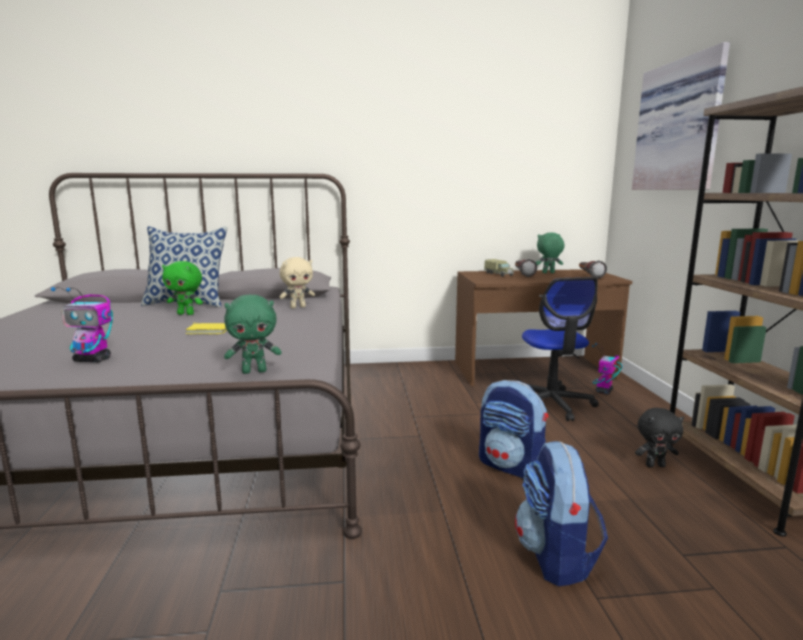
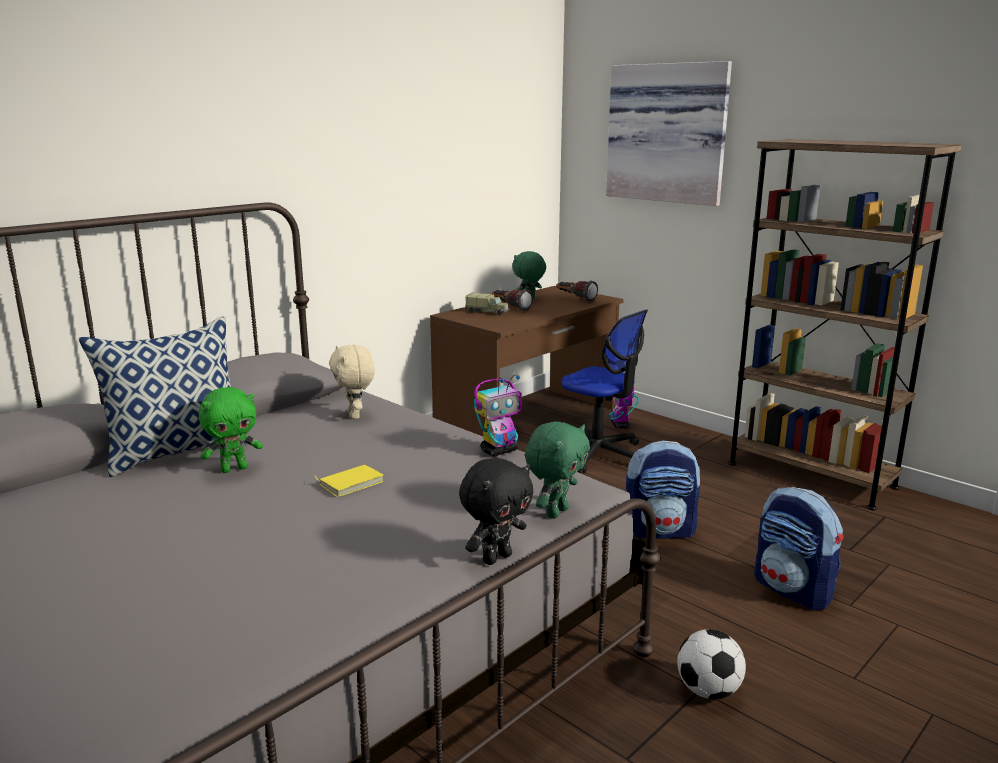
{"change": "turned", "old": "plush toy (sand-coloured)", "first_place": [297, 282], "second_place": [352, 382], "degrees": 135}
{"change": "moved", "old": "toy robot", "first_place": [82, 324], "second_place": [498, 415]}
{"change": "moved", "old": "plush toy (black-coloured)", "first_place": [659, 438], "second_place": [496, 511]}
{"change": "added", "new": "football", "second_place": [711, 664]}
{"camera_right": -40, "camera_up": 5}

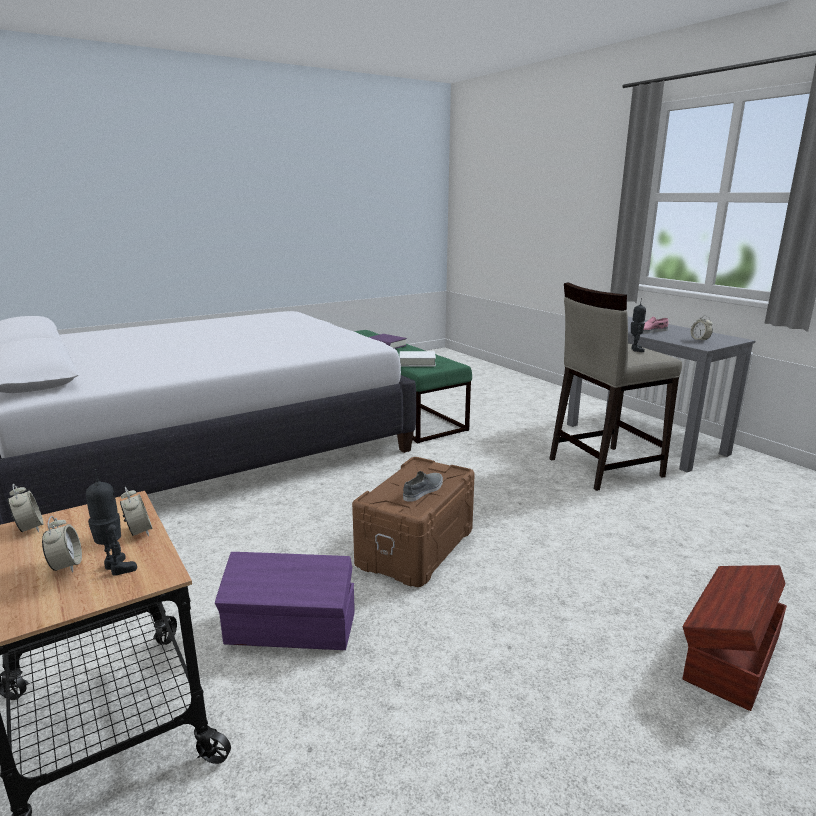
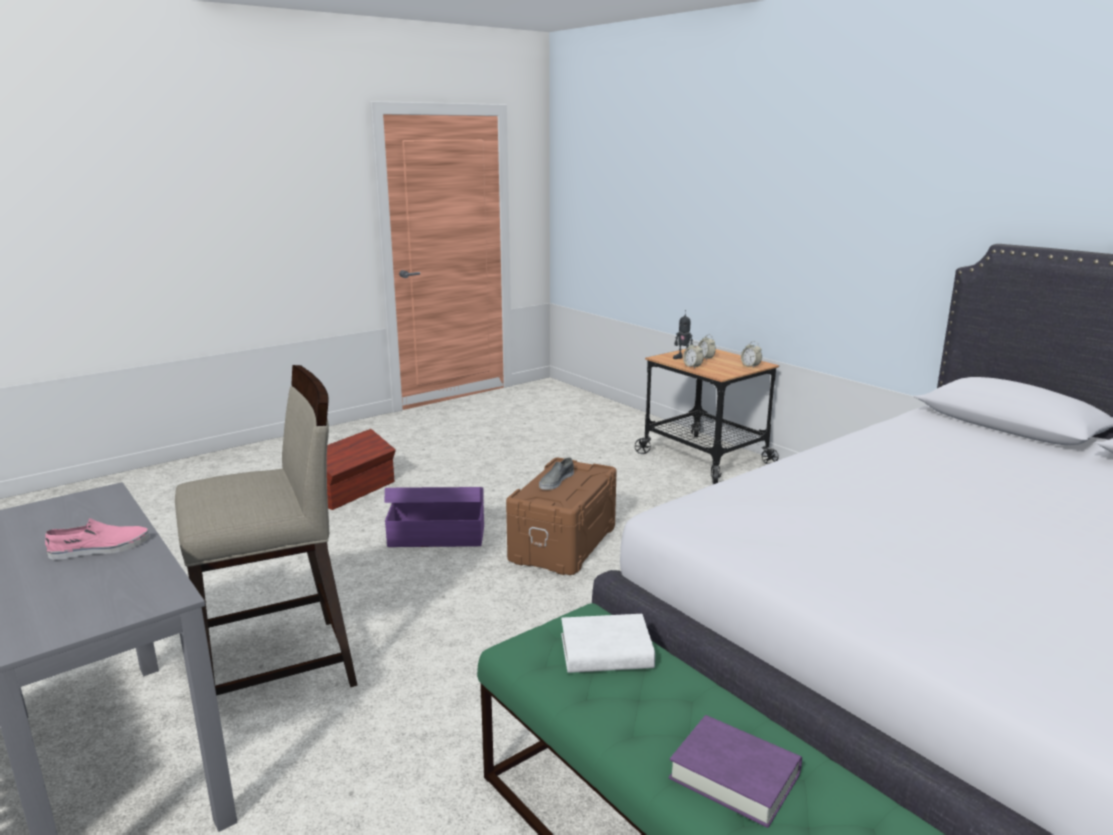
{"change": "removed", "old": "toy robot", "first_place": [638, 325]}
{"change": "removed", "old": "bedside clock", "first_place": [702, 329]}
{"change": "moved", "old": "storage box (purple-coloured)", "first_place": [285, 601], "second_place": [434, 517]}
{"camera_right": 175, "camera_up": 0}

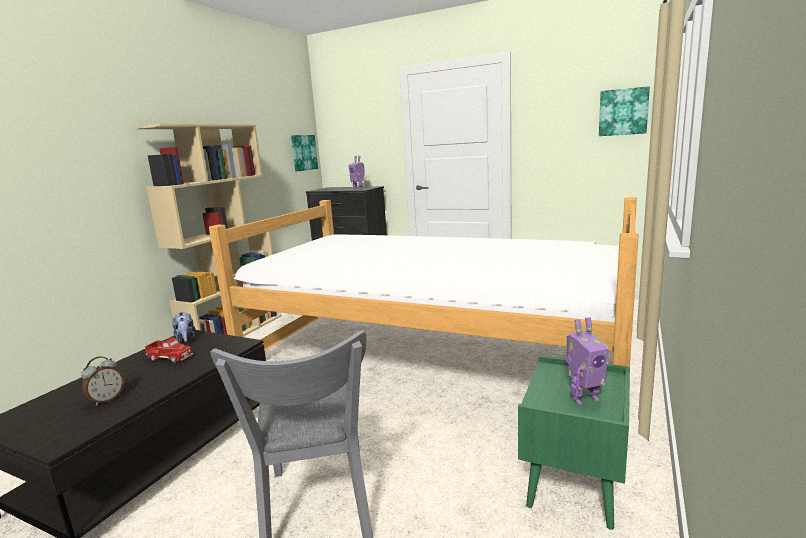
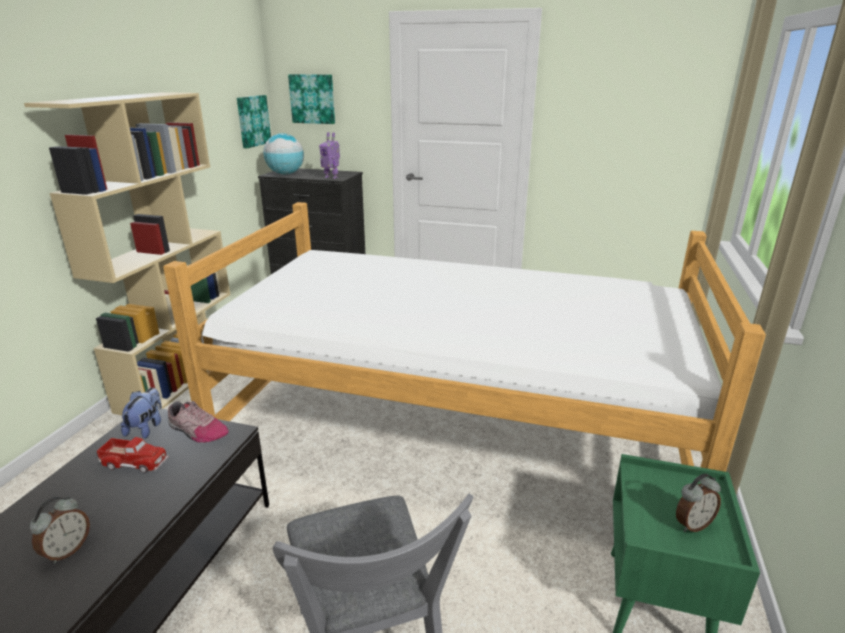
{"change": "moved", "old": "picture", "first_place": [624, 111], "second_place": [311, 99]}
{"change": "turned", "old": "plush toy", "first_place": [184, 327], "second_place": [141, 413], "degrees": -135}
{"change": "replaced", "old": "toy robot", "new": "bedside clock", "first_place": [587, 361], "second_place": [698, 503]}
{"change": "added", "new": "desk globe", "second_place": [283, 154]}
{"change": "added", "new": "item of footwear", "second_place": [198, 421]}
{"camera_right": -10, "camera_up": 10}

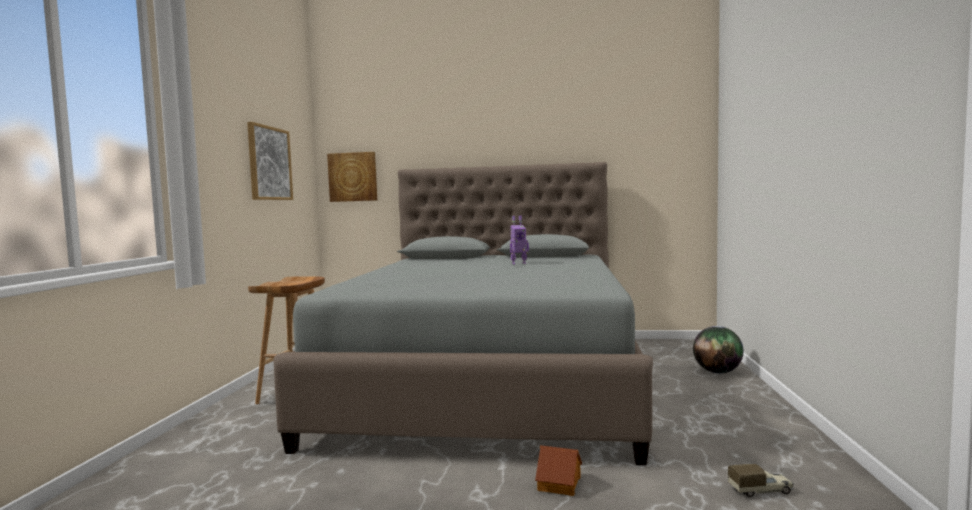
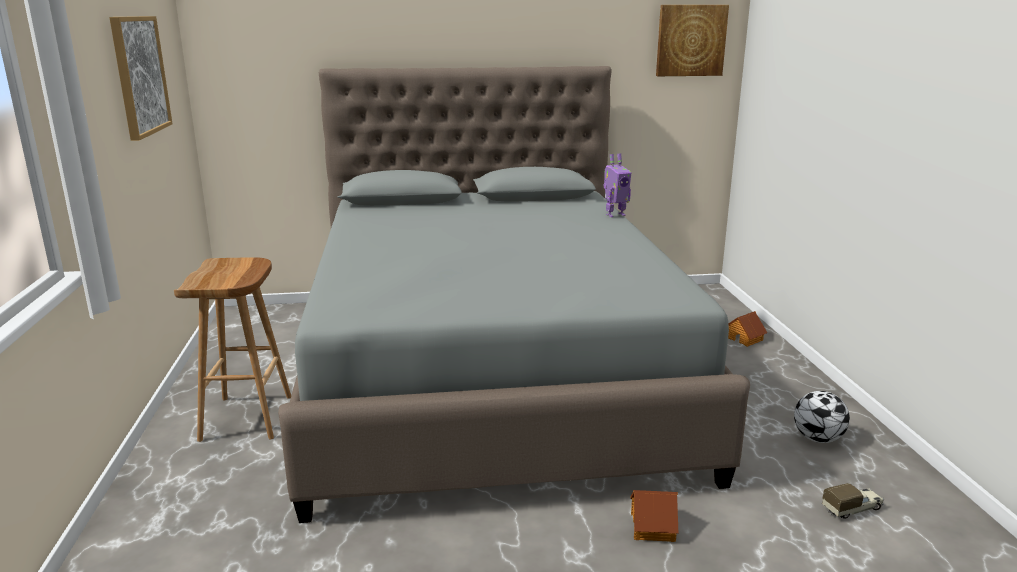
{"change": "moved", "old": "picture", "first_place": [352, 177], "second_place": [692, 40]}
{"change": "moved", "old": "toy robot", "first_place": [519, 240], "second_place": [617, 185]}
{"change": "replaced", "old": "desk globe", "new": "miniature house", "first_place": [718, 349], "second_place": [748, 329]}
{"change": "added", "new": "football", "second_place": [822, 417]}
{"camera_right": -15, "camera_up": 15}

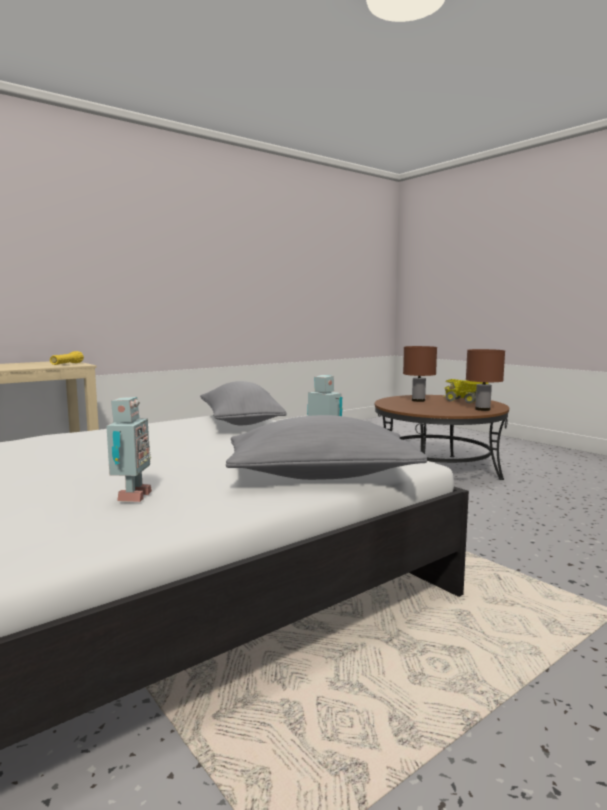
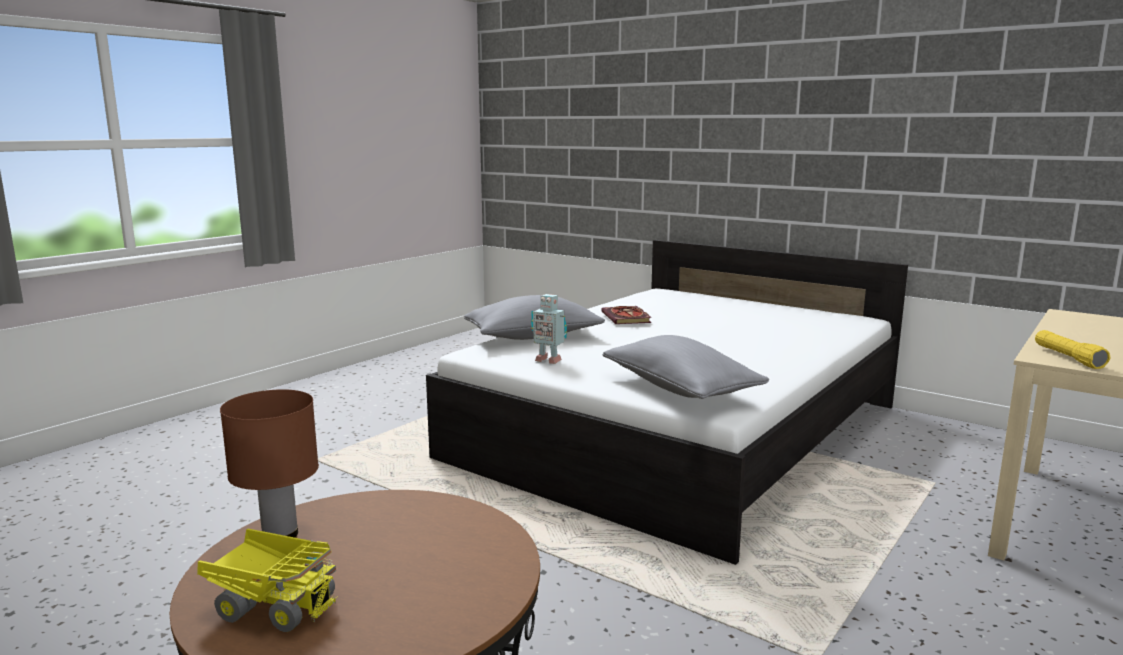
{"change": "removed", "old": "lamp for a table (brown-coloured)", "first_place": [420, 374]}
{"change": "replaced", "old": "toy robot", "new": "bound book", "first_place": [129, 449], "second_place": [626, 315]}
{"camera_right": 165, "camera_up": 5}

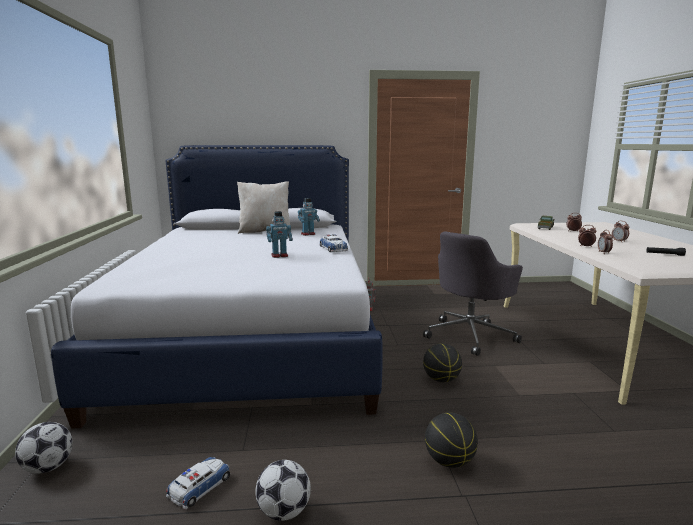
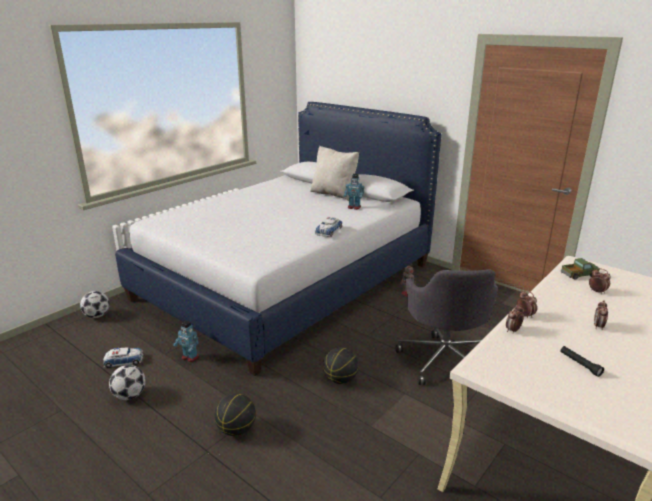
{"change": "moved", "old": "toy robot", "first_place": [279, 234], "second_place": [186, 341]}
{"change": "turned", "old": "office chair (gray)", "first_place": [473, 294], "second_place": [447, 327], "degrees": -90}
{"camera_right": 45, "camera_up": 10}

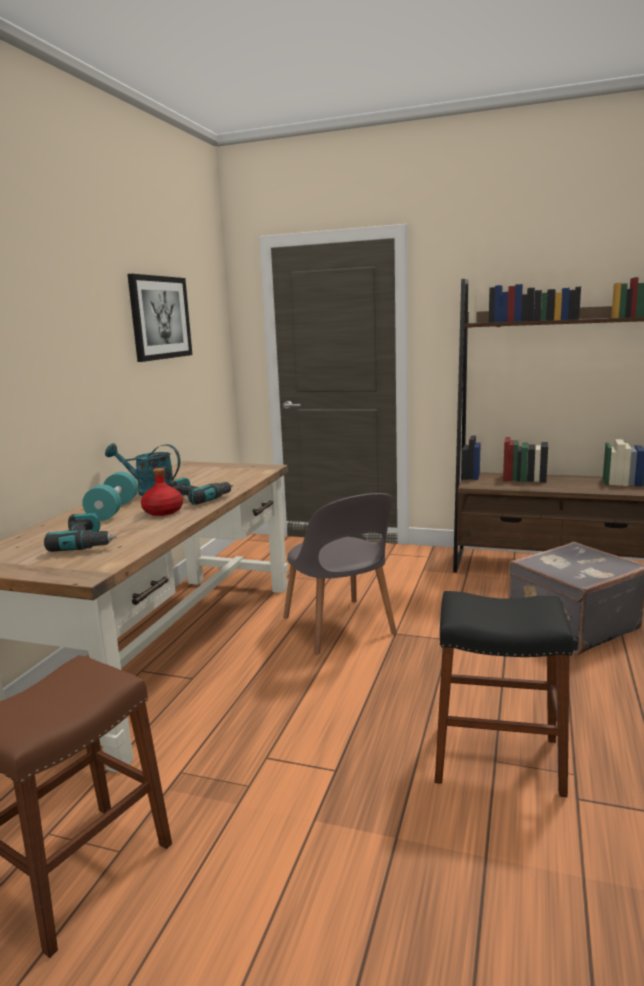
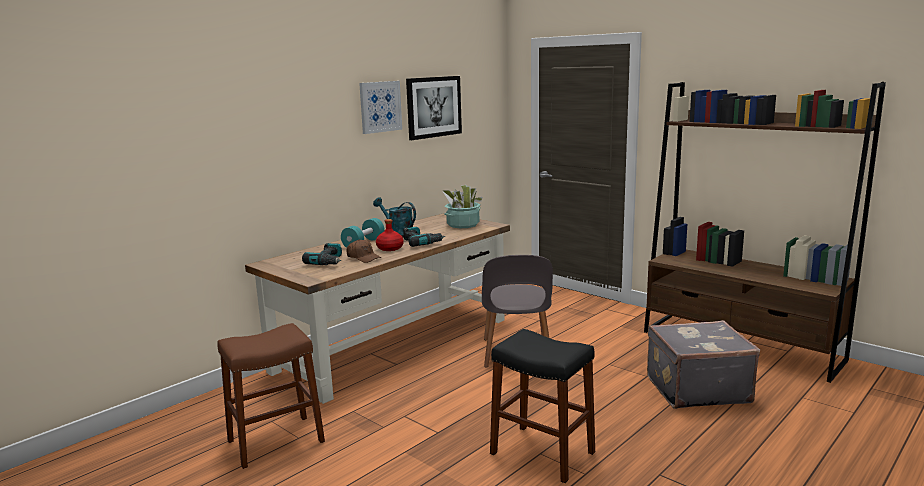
{"change": "added", "new": "picture", "second_place": [380, 107]}
{"change": "added", "new": "potted plant", "second_place": [462, 206]}
{"change": "added", "new": "peaked cap (brown-coloured)", "second_place": [364, 251]}
{"camera_right": 25, "camera_up": 0}

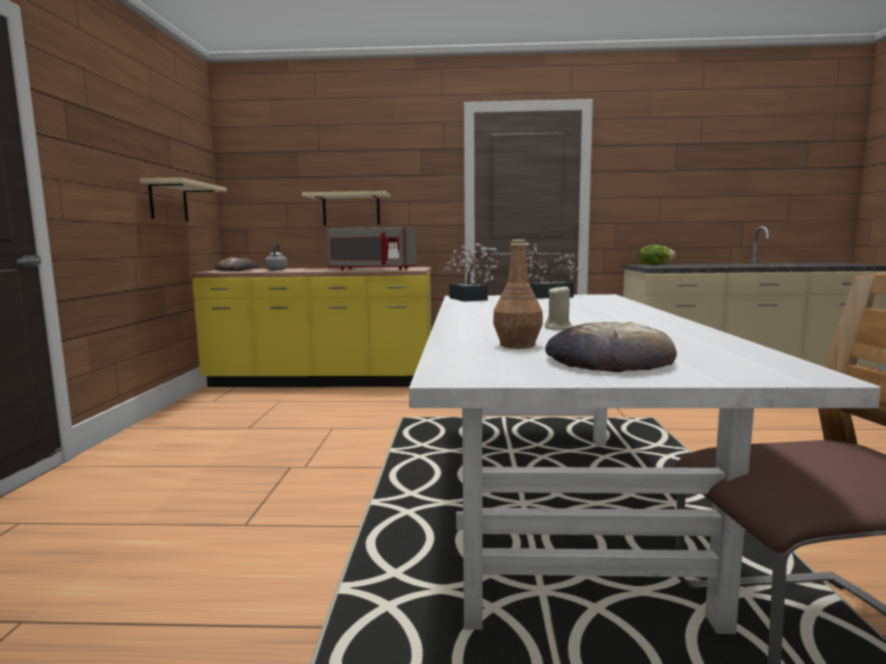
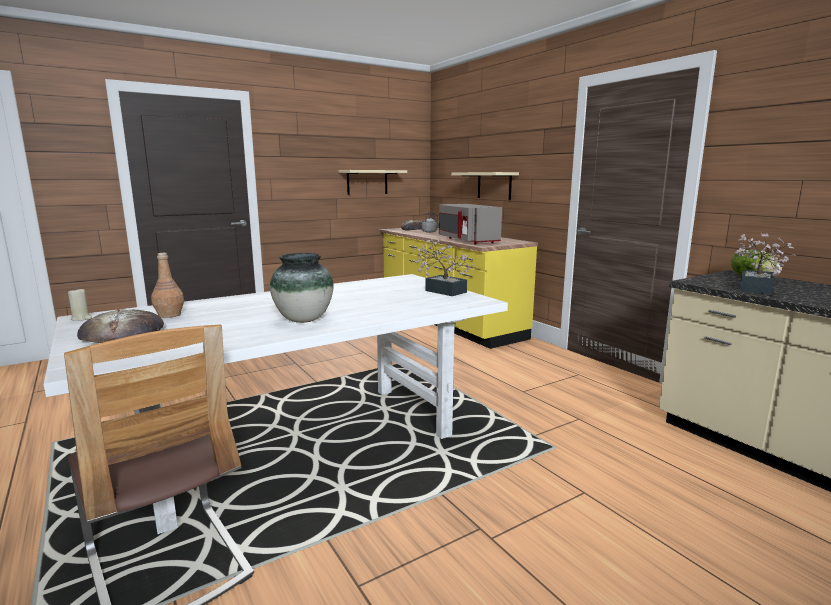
{"change": "moved", "old": "potted plant", "first_place": [471, 272], "second_place": [764, 264]}
{"change": "moved", "old": "candle (sand-coloured)", "first_place": [558, 307], "second_place": [80, 304]}
{"change": "added", "new": "decorative vase", "second_place": [301, 288]}
{"camera_right": 55, "camera_up": 5}

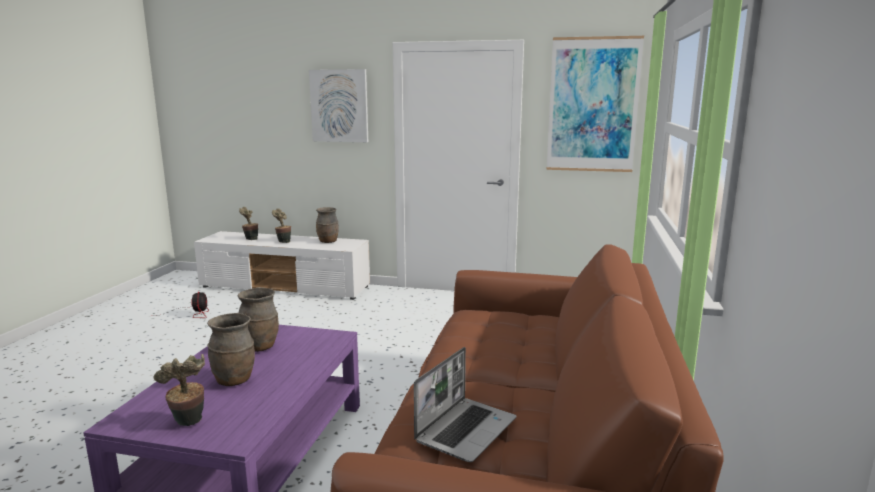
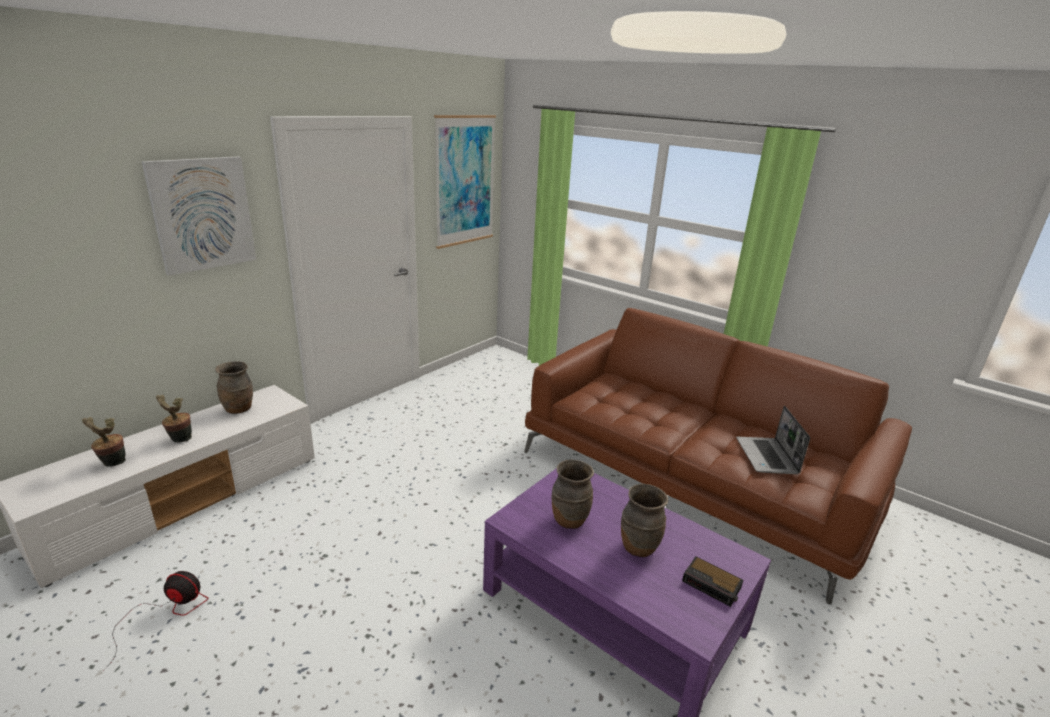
{"change": "turned", "old": "notebook computer", "first_place": [465, 404], "second_place": [773, 440], "degrees": -150}
{"change": "replaced", "old": "potted plant", "new": "bedside clock", "first_place": [179, 390], "second_place": [712, 581]}
{"camera_right": -65, "camera_up": 10}

